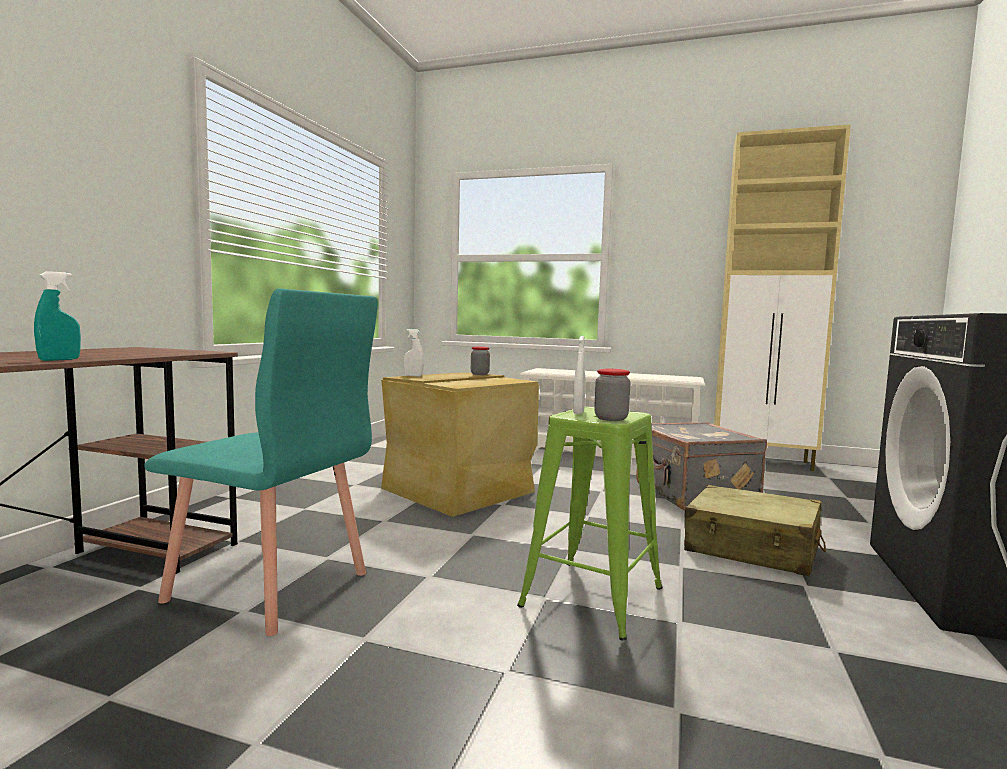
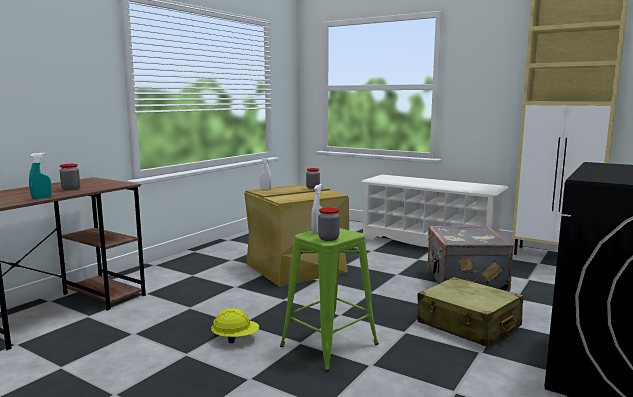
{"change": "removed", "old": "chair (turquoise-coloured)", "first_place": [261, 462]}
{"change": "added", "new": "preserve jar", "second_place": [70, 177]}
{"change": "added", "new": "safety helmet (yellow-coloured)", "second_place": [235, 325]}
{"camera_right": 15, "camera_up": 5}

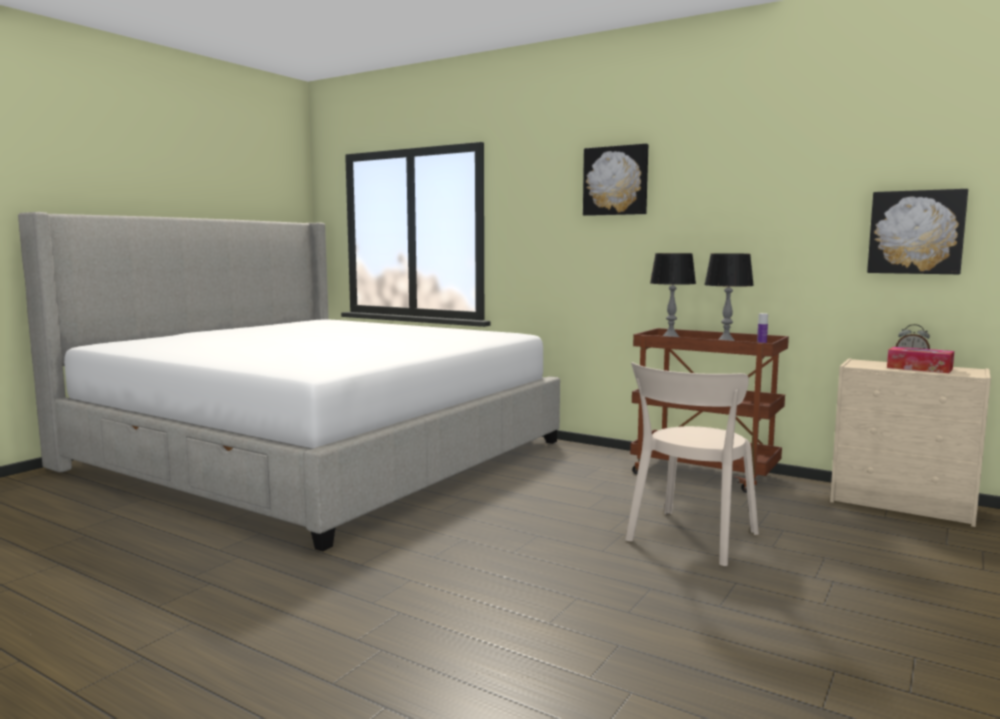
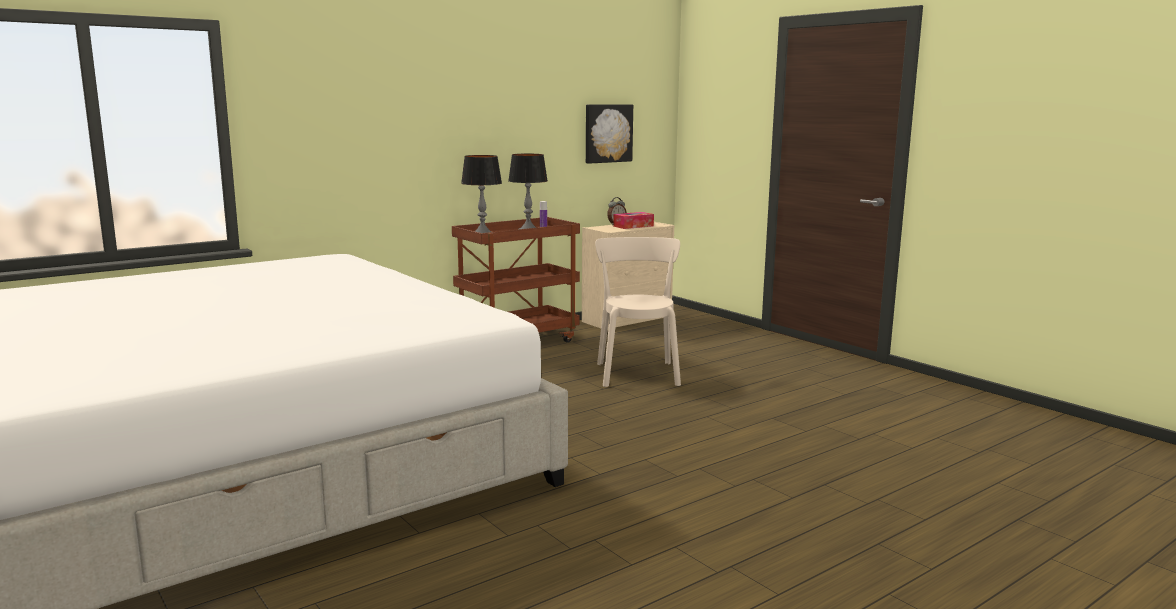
{"change": "removed", "old": "picture", "first_place": [615, 180]}
{"change": "turned", "old": "chair (sand-coloured)", "first_place": [692, 464], "second_place": [638, 312], "degrees": -150}
{"camera_right": -70, "camera_up": 5}

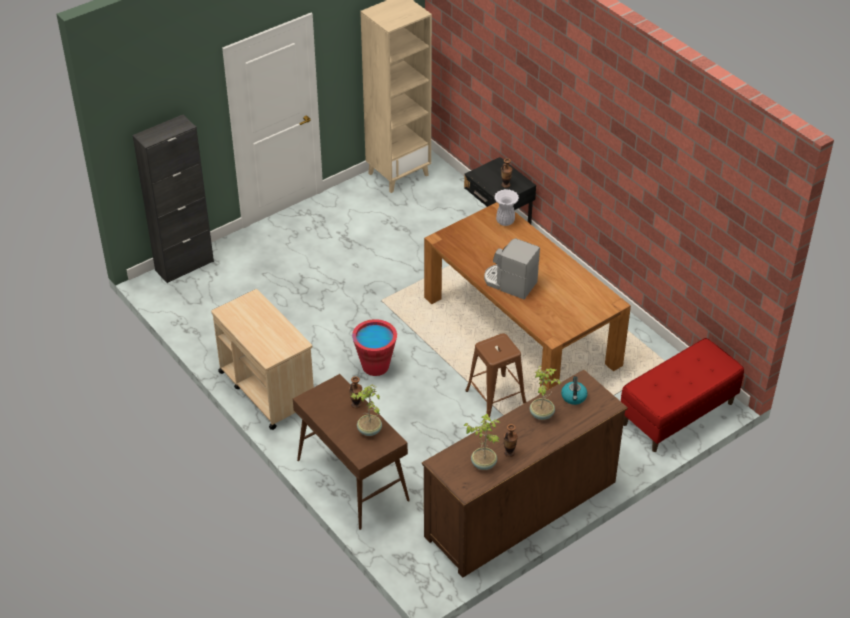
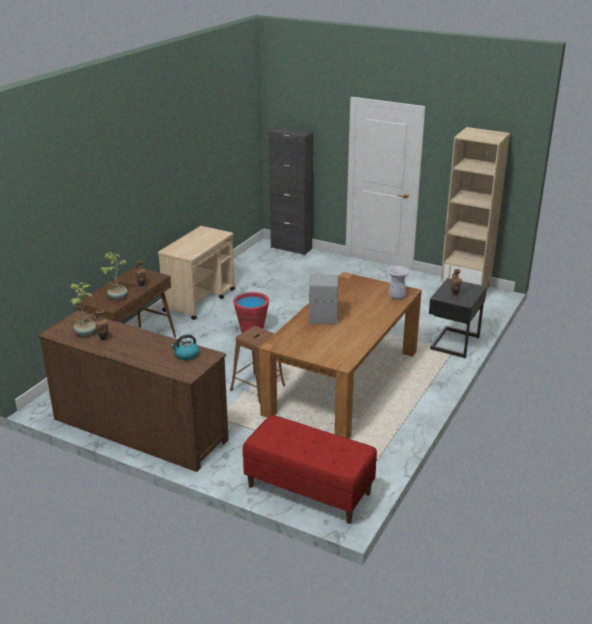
{"change": "removed", "old": "potted plant", "first_place": [546, 393]}
{"camera_right": 65, "camera_up": -15}

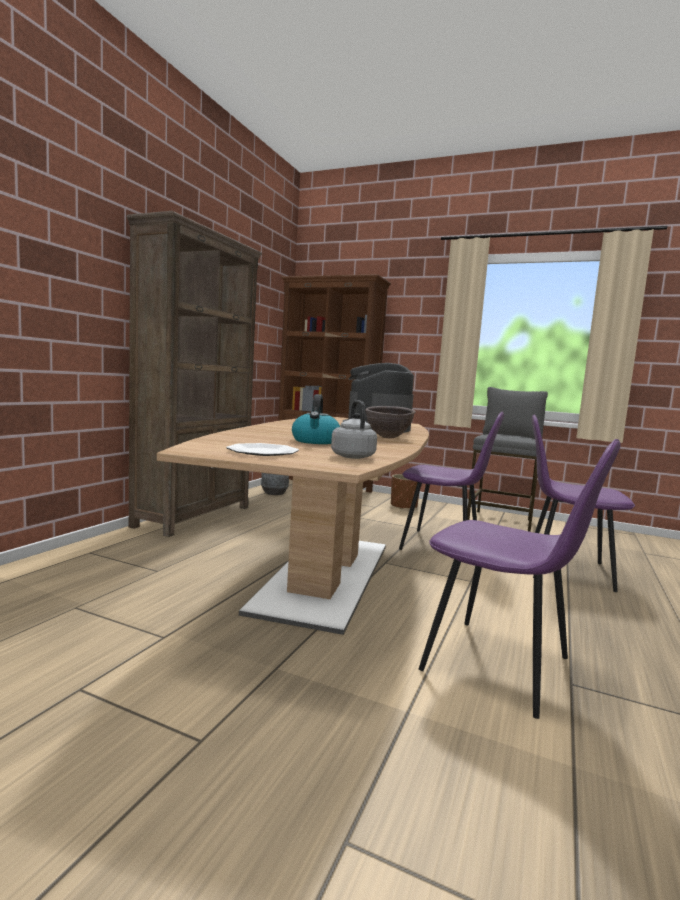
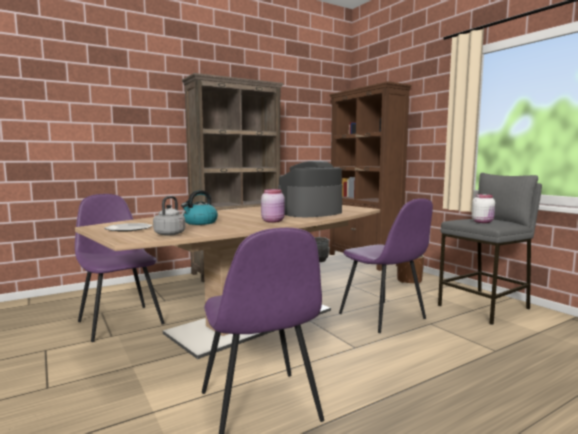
{"change": "replaced", "old": "bowl (brown-coloured)", "new": "preserve jar (pink-coloured)", "first_place": [391, 422], "second_place": [273, 206]}
{"change": "moved", "old": "chair (purple-coloured)", "first_place": [583, 503], "second_place": [120, 268]}
{"change": "added", "new": "preserve jar (white-coloured)", "second_place": [483, 208]}
{"camera_right": 35, "camera_up": 0}

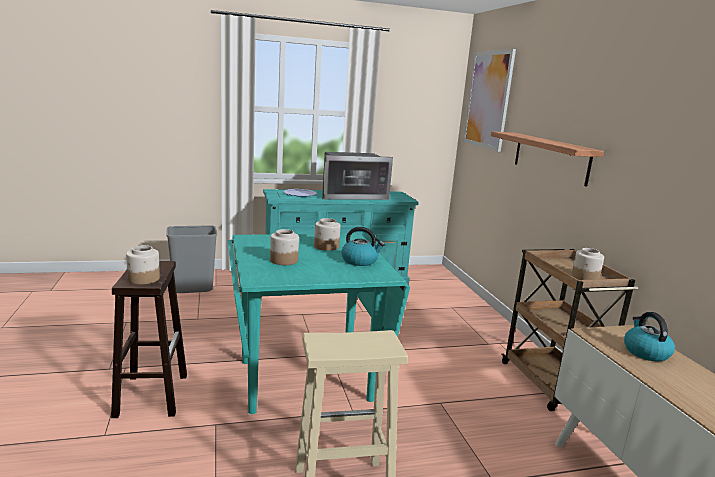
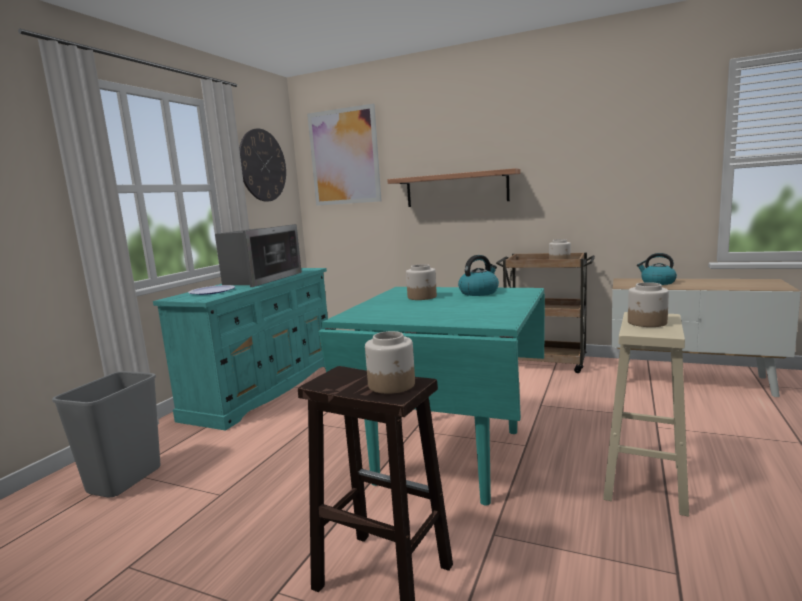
{"change": "moved", "old": "preserve jar", "first_place": [284, 247], "second_place": [648, 304]}
{"change": "added", "new": "hanging clock", "second_place": [262, 165]}
{"camera_right": -50, "camera_up": -5}

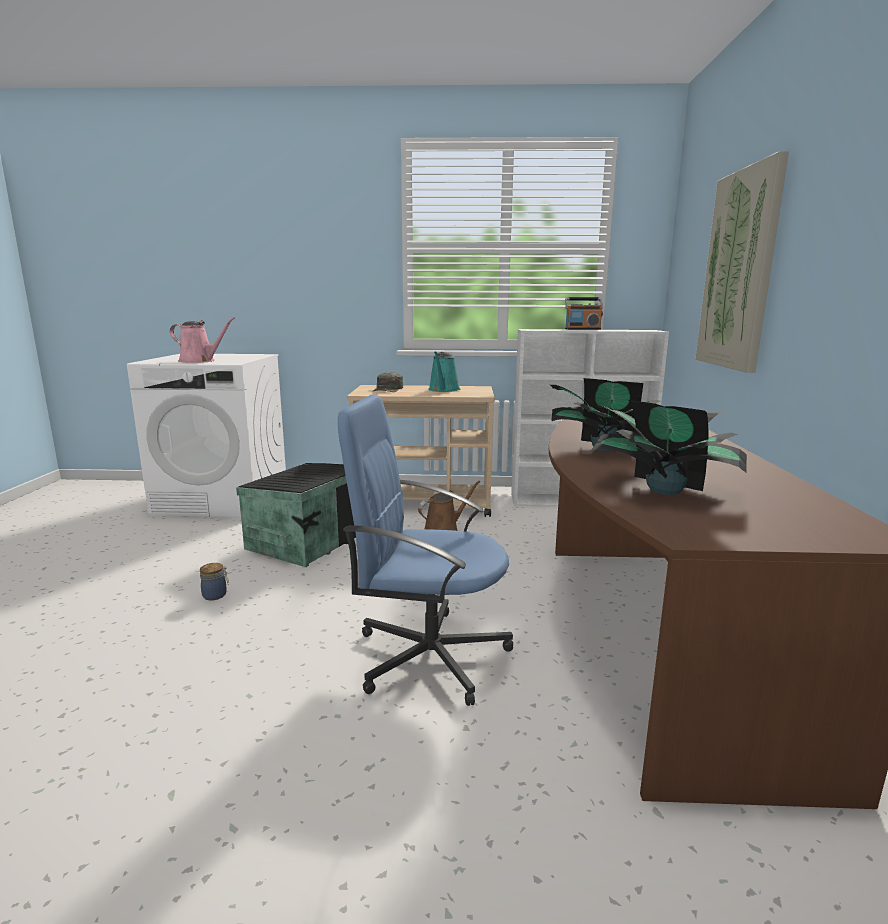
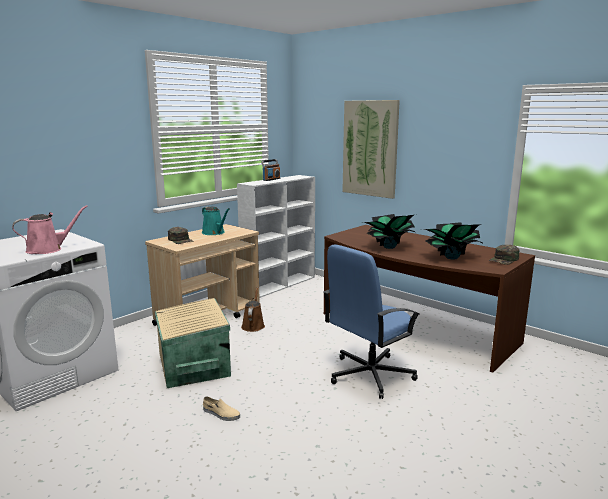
{"change": "recoloured", "old": "storage box (black-coloured)", "new": "storage box (sand-coloured)", "first_place": [296, 515], "second_place": [193, 343]}
{"change": "replaced", "old": "preserve jar", "new": "item of footwear (sand-coloured)", "first_place": [214, 581], "second_place": [221, 409]}
{"change": "added", "new": "peaked cap (green-coloured)", "second_place": [504, 255]}
{"camera_right": -50, "camera_up": 0}

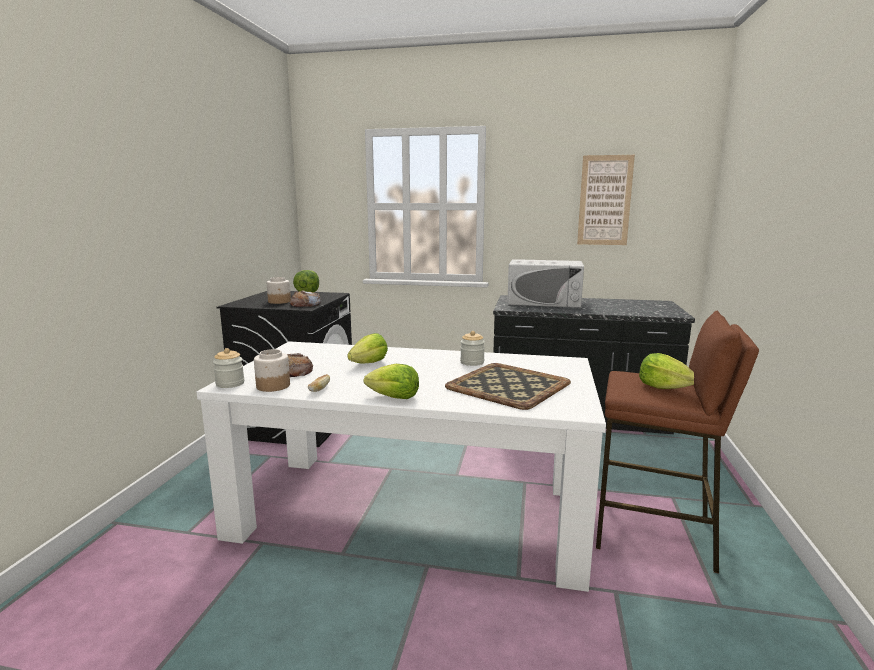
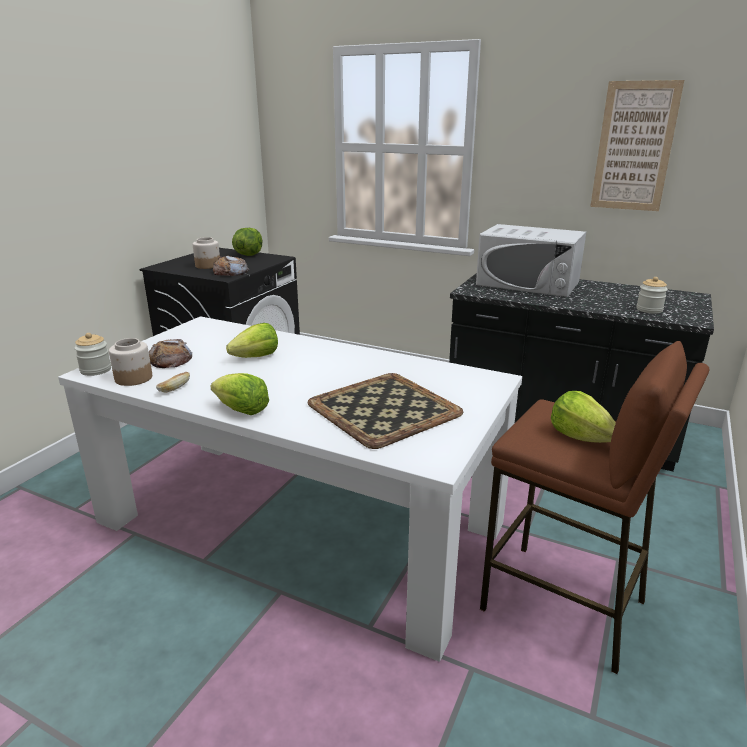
{"change": "moved", "old": "preserve jar", "first_place": [472, 348], "second_place": [652, 295]}
{"camera_right": 15, "camera_up": 10}

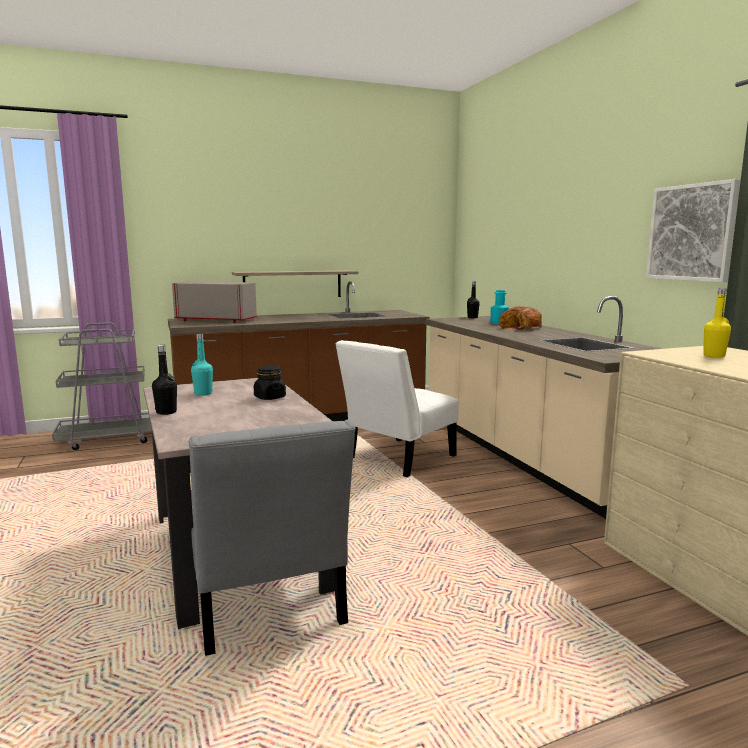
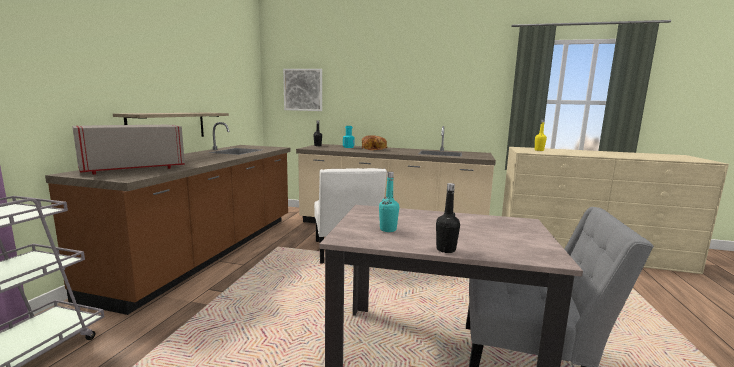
{"change": "moved", "old": "picture", "first_place": [693, 230], "second_place": [302, 90]}
{"change": "removed", "old": "preserve jar (black-coloured)", "first_place": [270, 383]}
{"camera_right": -55, "camera_up": 0}

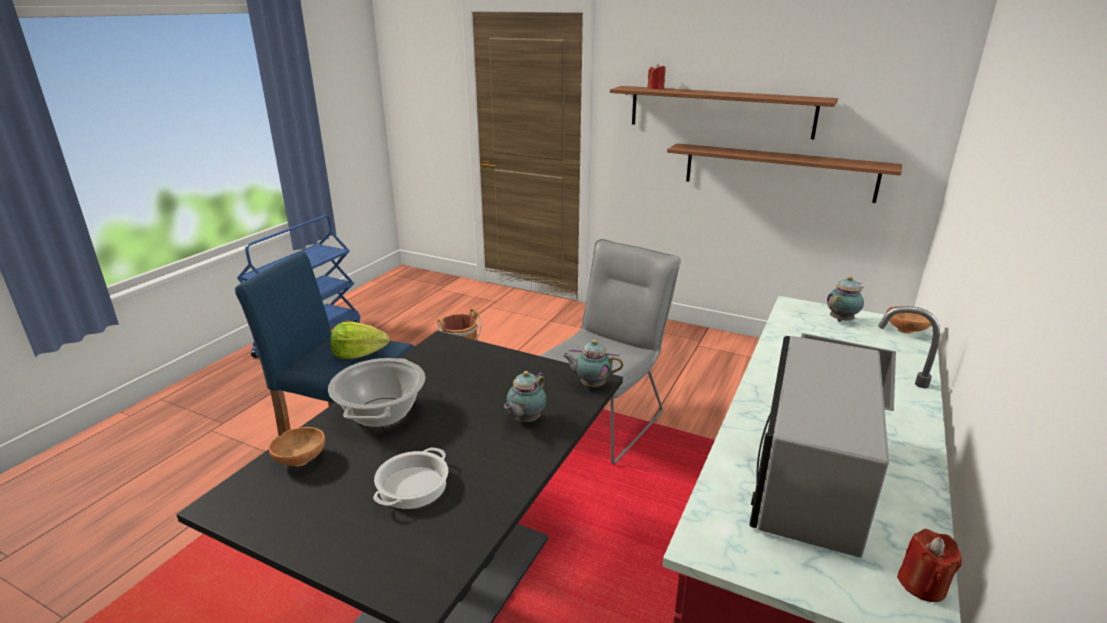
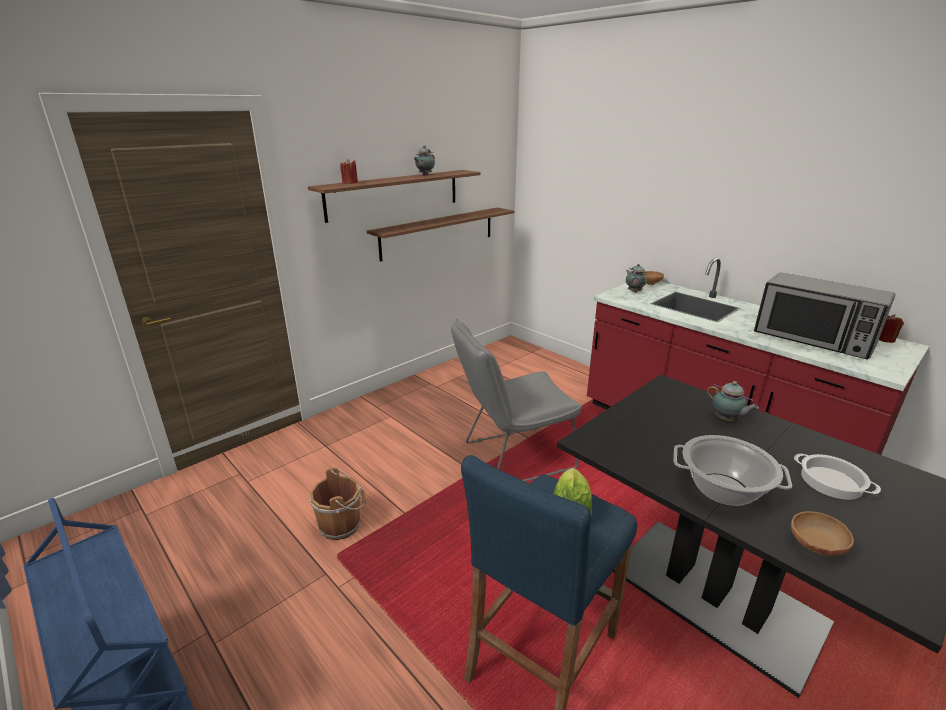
{"change": "turned", "old": "chair (gray)", "first_place": [610, 351], "second_place": [516, 400], "degrees": -75}
{"change": "moved", "old": "teapot", "first_place": [592, 363], "second_place": [424, 160]}
{"camera_right": -70, "camera_up": 0}

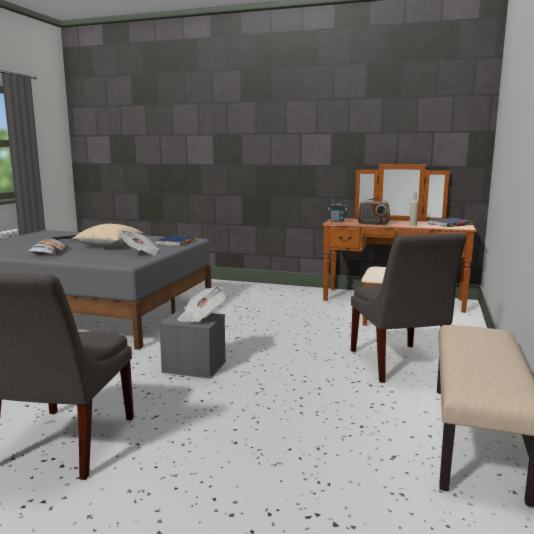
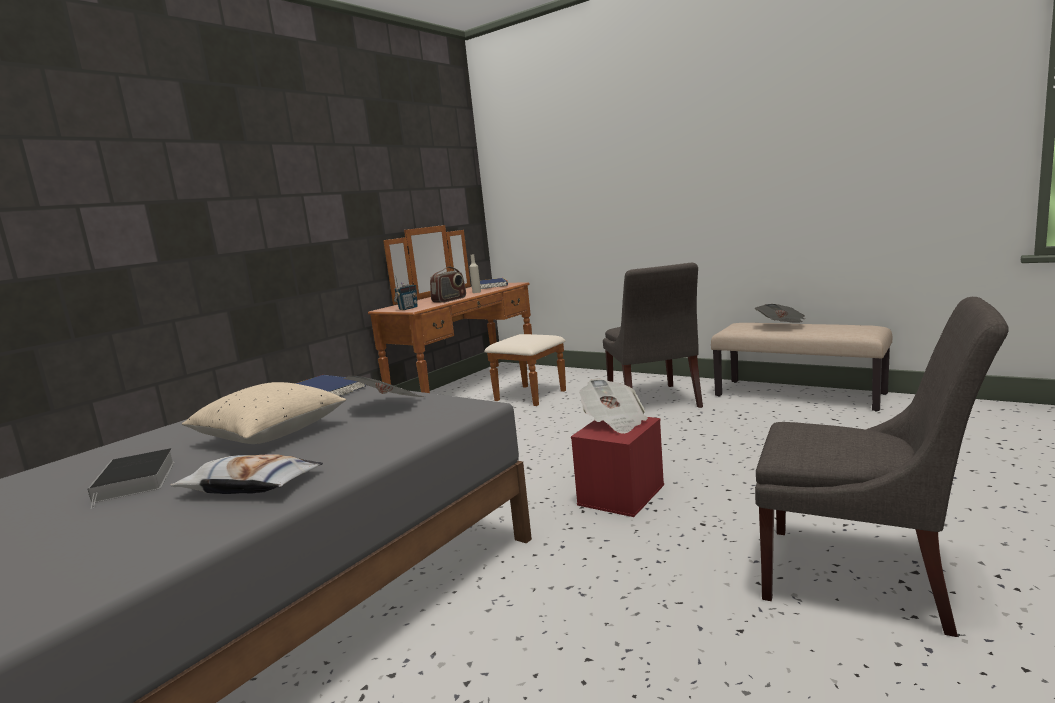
{"change": "turned", "old": "chair (gray)", "first_place": [408, 308], "second_place": [653, 335], "degrees": 75}
{"change": "recoloured", "old": "storage box (gray)", "new": "storage box (red-coloured)", "first_place": [192, 344], "second_place": [617, 467]}
{"change": "added", "new": "newspaper", "second_place": [780, 313]}
{"camera_right": -70, "camera_up": 0}

